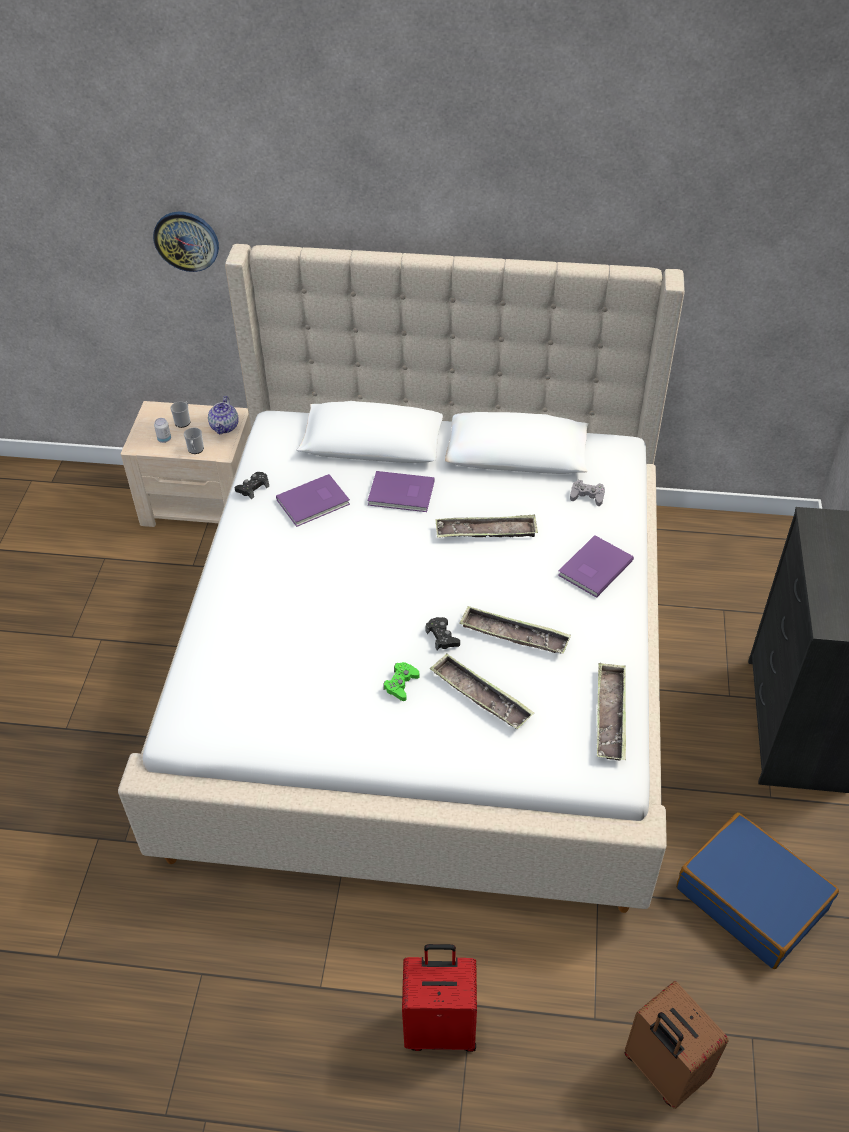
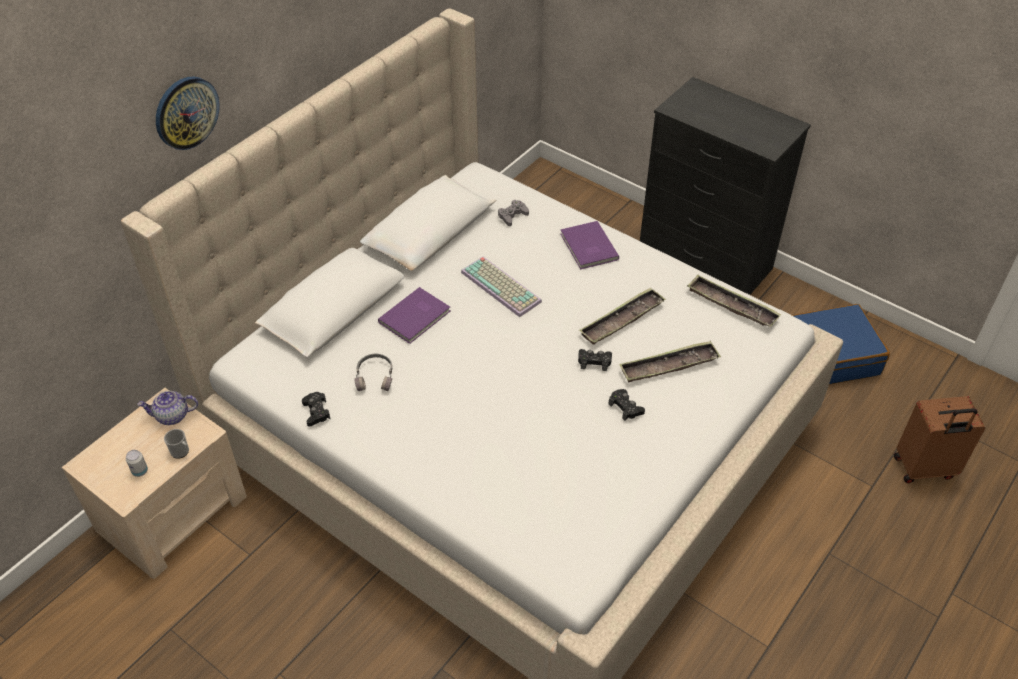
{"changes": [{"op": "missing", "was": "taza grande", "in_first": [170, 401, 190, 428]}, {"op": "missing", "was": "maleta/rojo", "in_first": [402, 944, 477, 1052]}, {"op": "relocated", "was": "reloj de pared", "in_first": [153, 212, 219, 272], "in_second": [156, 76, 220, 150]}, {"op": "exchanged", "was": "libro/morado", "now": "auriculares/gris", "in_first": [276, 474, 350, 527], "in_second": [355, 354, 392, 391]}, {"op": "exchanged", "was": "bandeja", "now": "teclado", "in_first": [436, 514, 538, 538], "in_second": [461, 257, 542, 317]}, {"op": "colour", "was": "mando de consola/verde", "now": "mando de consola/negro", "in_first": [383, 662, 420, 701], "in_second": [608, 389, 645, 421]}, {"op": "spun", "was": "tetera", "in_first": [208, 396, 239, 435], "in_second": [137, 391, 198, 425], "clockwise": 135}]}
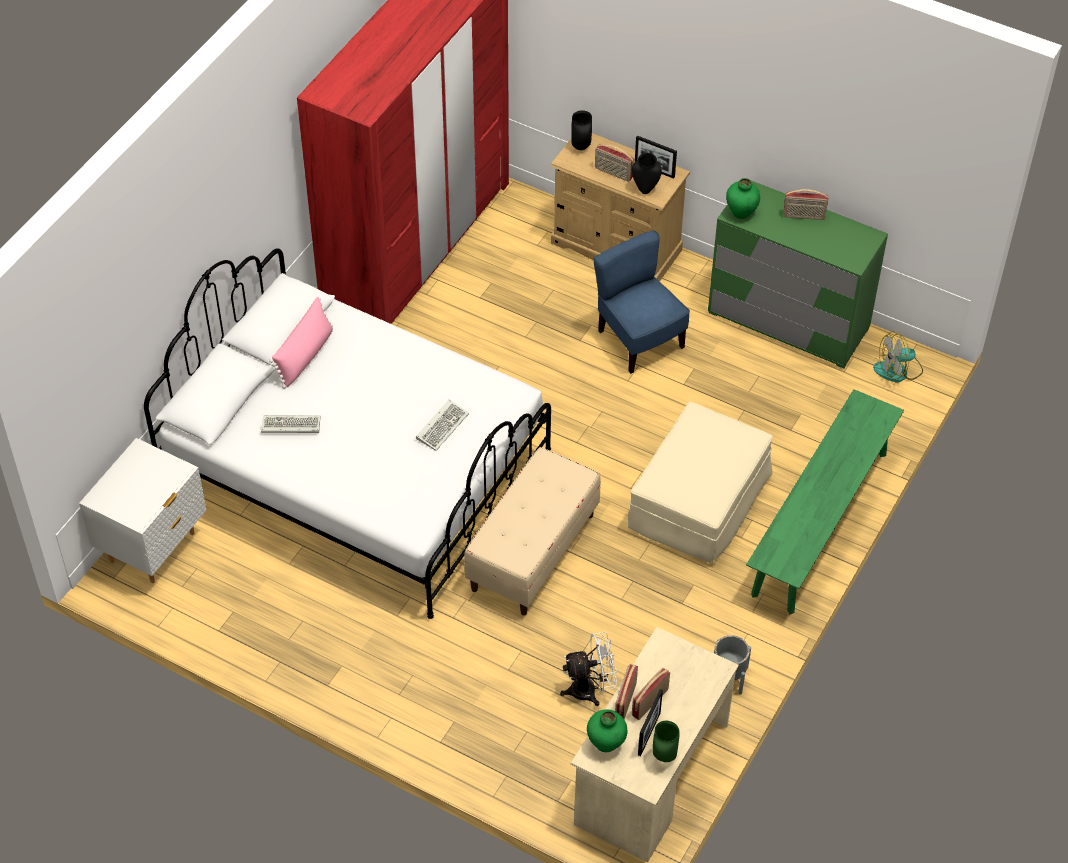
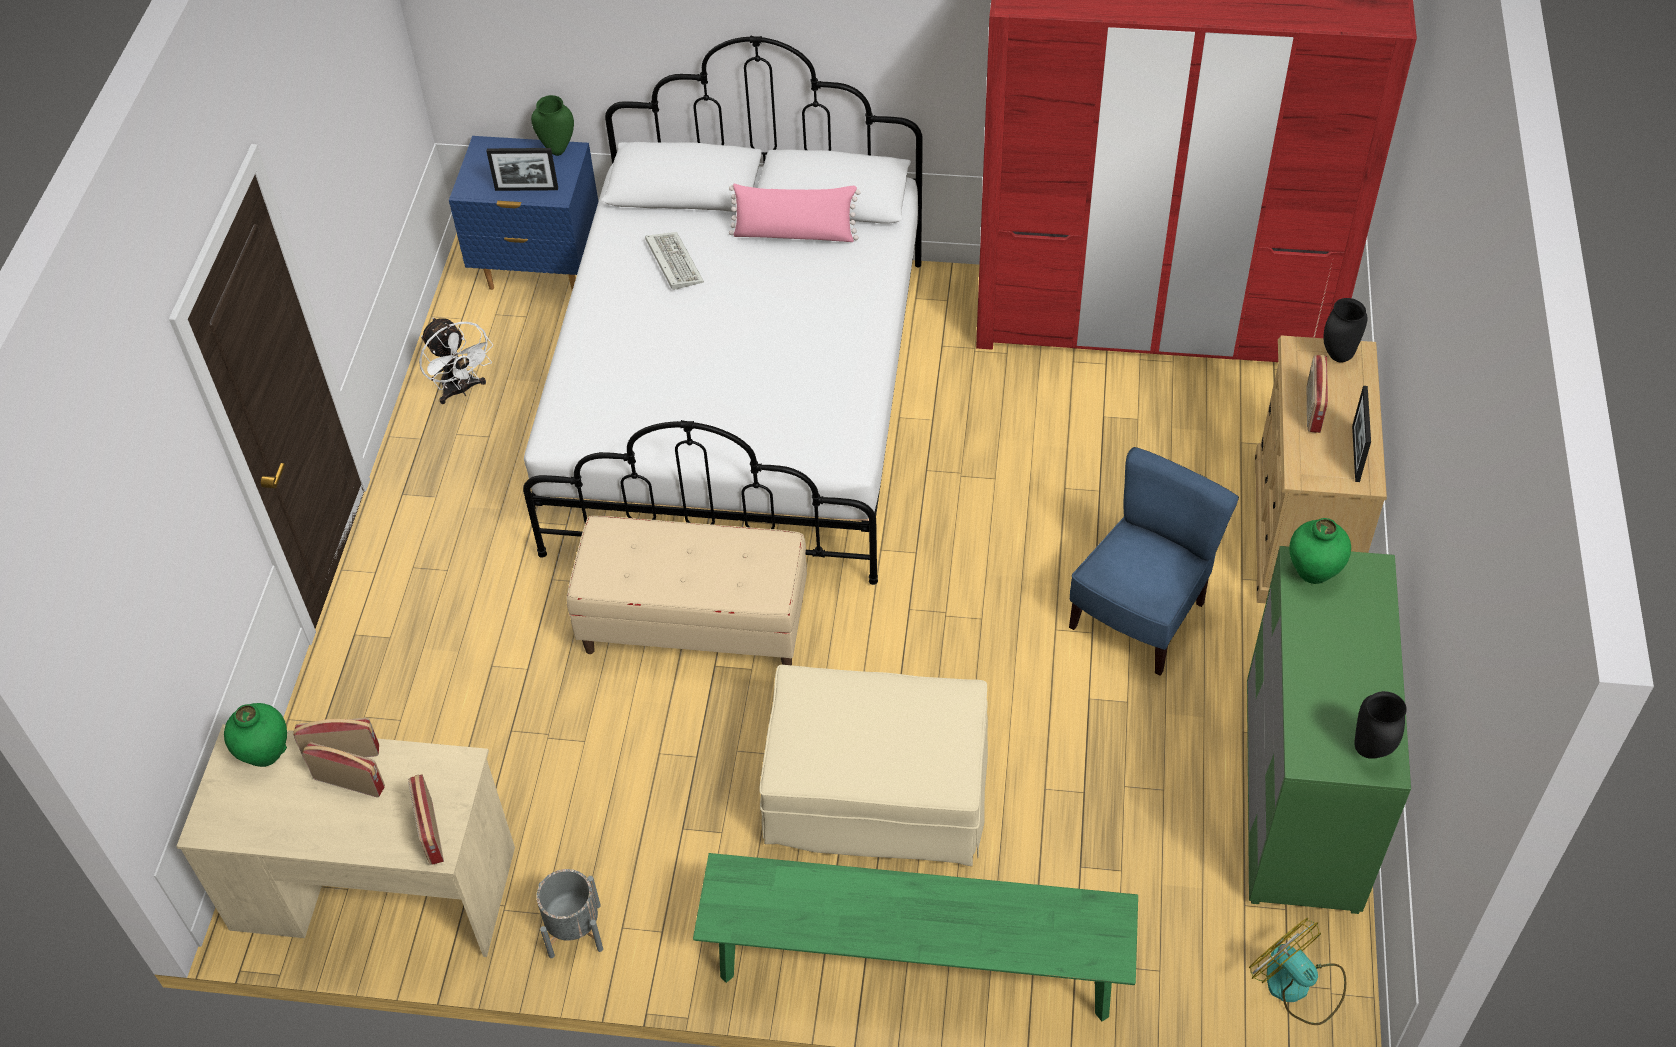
{"changes": [{"op": "missing", "was": "teclado", "in_first": [416, 399, 469, 451]}, {"op": "relocated", "was": "ventilador/blanco", "in_first": [560, 632, 617, 706], "in_second": [419, 317, 493, 404]}, {"op": "relocated", "was": "florero/negro", "in_first": [632, 153, 662, 194], "in_second": [1354, 691, 1407, 759]}, {"op": "relocated", "was": "portarretratos", "in_first": [638, 689, 663, 756], "in_second": [487, 148, 558, 191]}, {"op": "relocated", "was": "florero/verde", "in_first": [653, 721, 680, 762], "in_second": [531, 95, 574, 156]}, {"op": "relocated", "was": "radio", "in_first": [783, 189, 828, 220], "in_second": [408, 774, 444, 865]}, {"op": "colour", "was": "mesita de noche/blanco", "now": "mesita de noche/azul", "in_first": [79, 438, 206, 583], "in_second": [449, 136, 598, 290]}]}
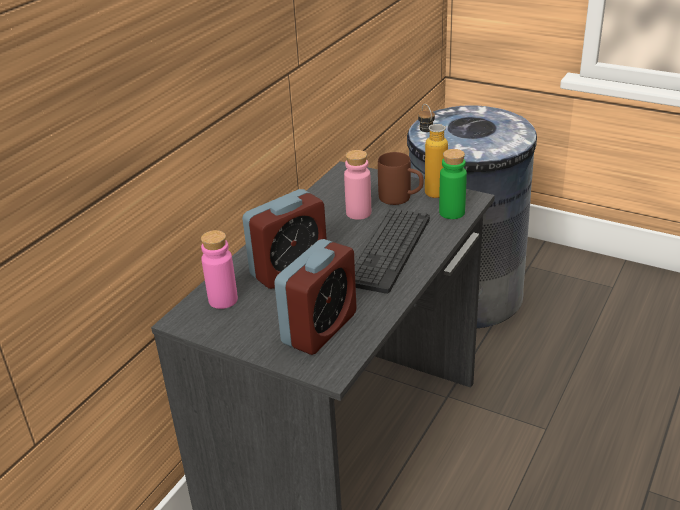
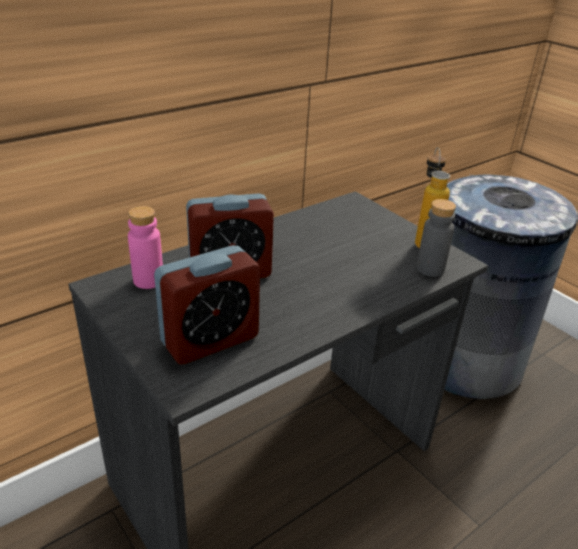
{"changes": [{"op": "missing", "was": "botella/rosa", "in_first": [344, 150, 371, 220]}, {"op": "missing", "was": "teclado", "in_first": [355, 208, 430, 294]}, {"op": "missing", "was": "taza grande/marrón", "in_first": [378, 152, 424, 205]}, {"op": "colour", "was": "botella/verde", "now": "botella/gris", "in_first": [439, 149, 467, 219], "in_second": [416, 199, 456, 277]}]}
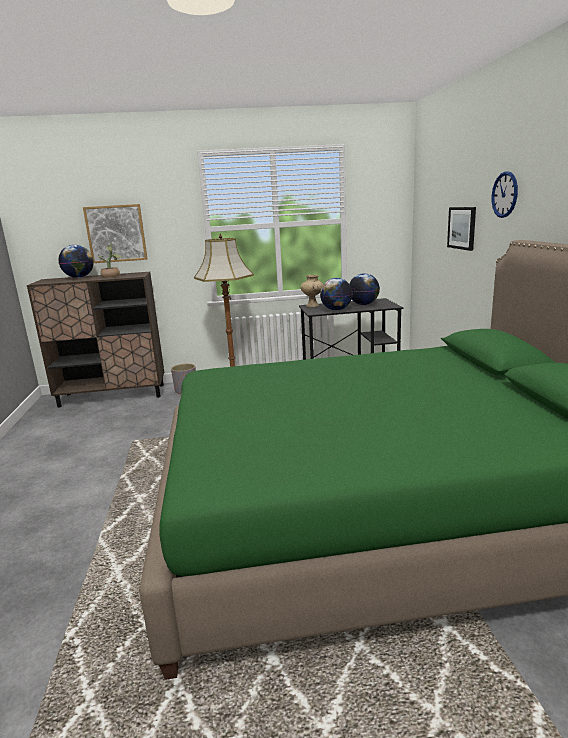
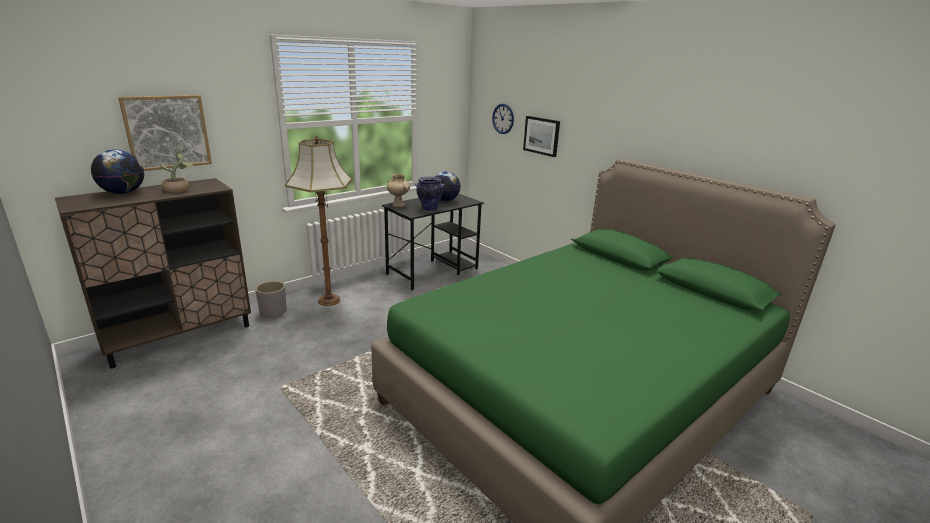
{"changes": [{"op": "relocated", "was": "reloj de pared", "in_first": [492, 171, 518, 218], "in_second": [492, 104, 514, 134]}, {"op": "exchanged", "was": "globo terráqueo", "now": "florero", "in_first": [320, 278, 353, 310], "in_second": [415, 177, 445, 211]}]}
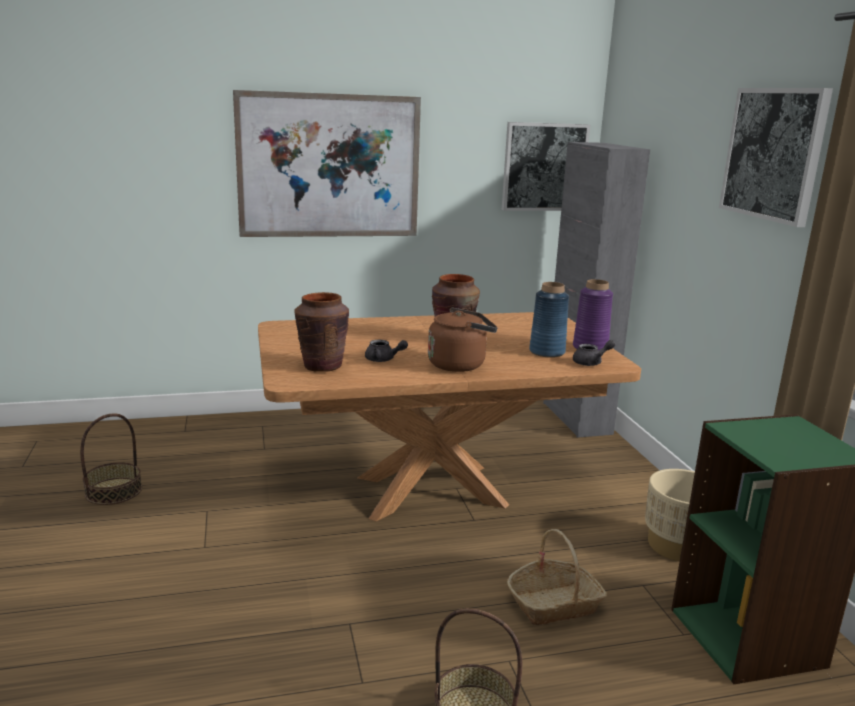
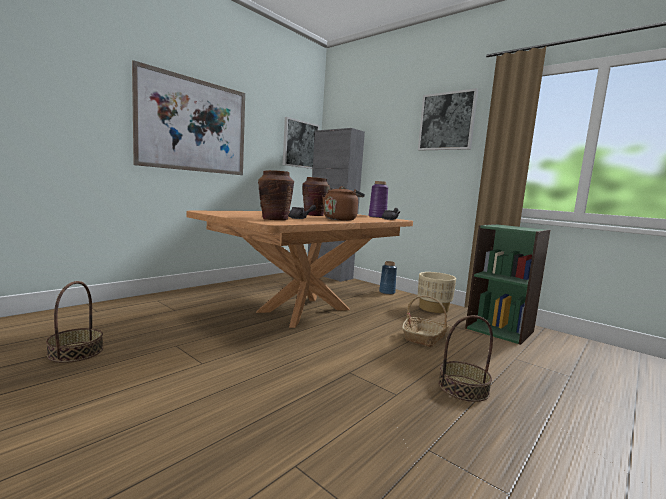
{"changes": [{"op": "relocated", "was": "florero/azul", "in_first": [529, 282, 569, 358], "in_second": [379, 261, 397, 295]}]}
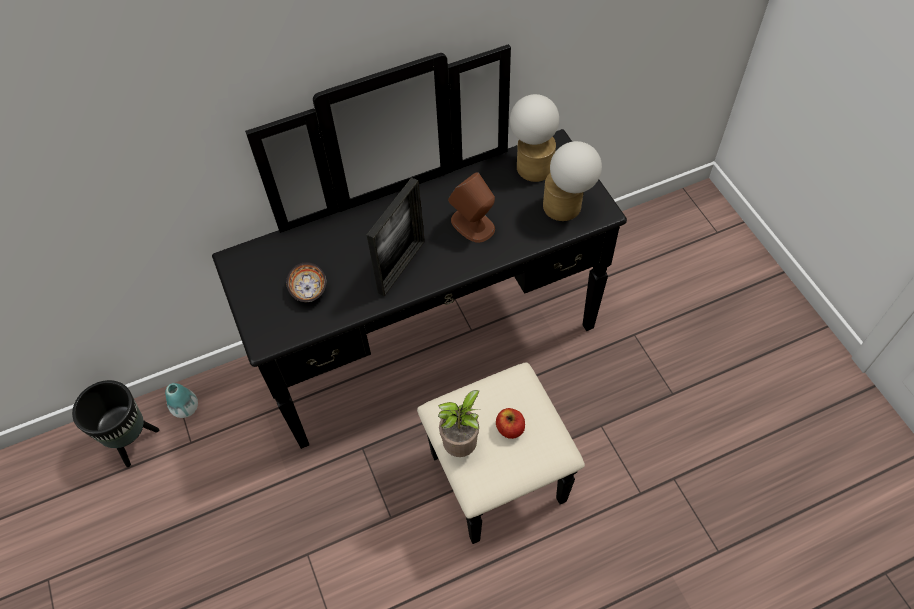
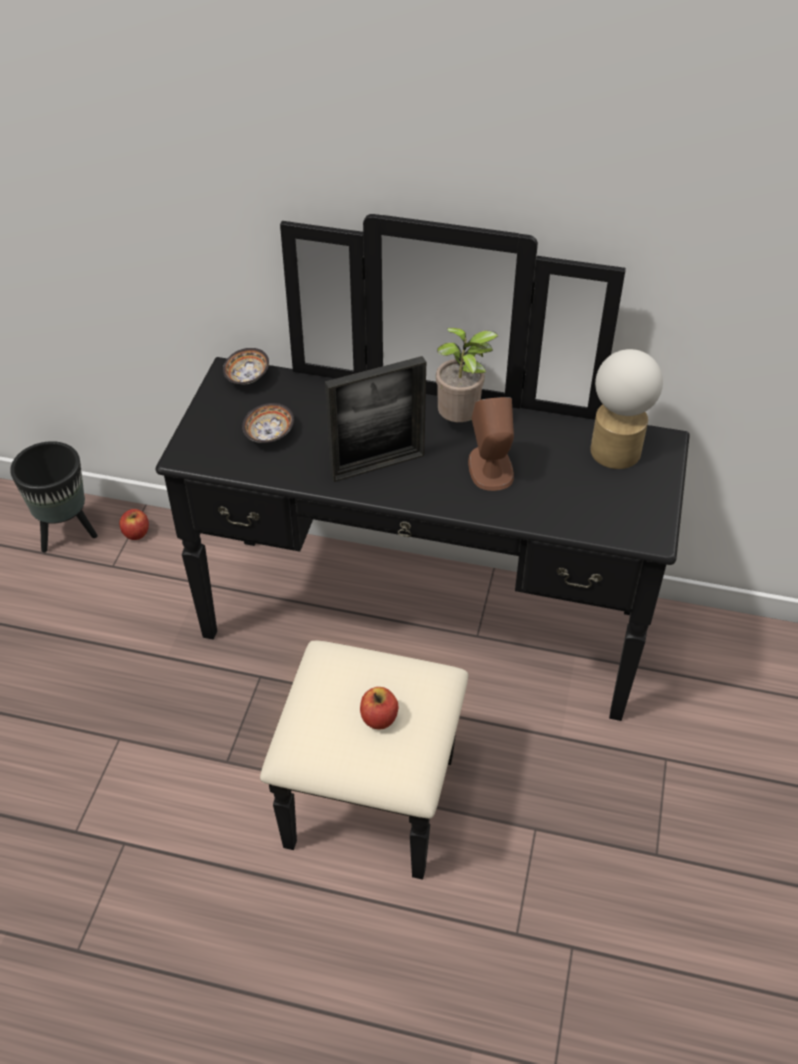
{"changes": [{"op": "missing", "was": "lámpara de mesa", "in_first": [543, 141, 602, 221]}, {"op": "appeared", "now": "cuenco", "in_second": [223, 348, 269, 384]}, {"op": "relocated", "was": "planta en maceta", "in_first": [438, 390, 480, 457], "in_second": [436, 328, 498, 422]}, {"op": "exchanged", "was": "florero", "now": "manzana", "in_first": [165, 383, 198, 418], "in_second": [119, 509, 149, 540]}]}
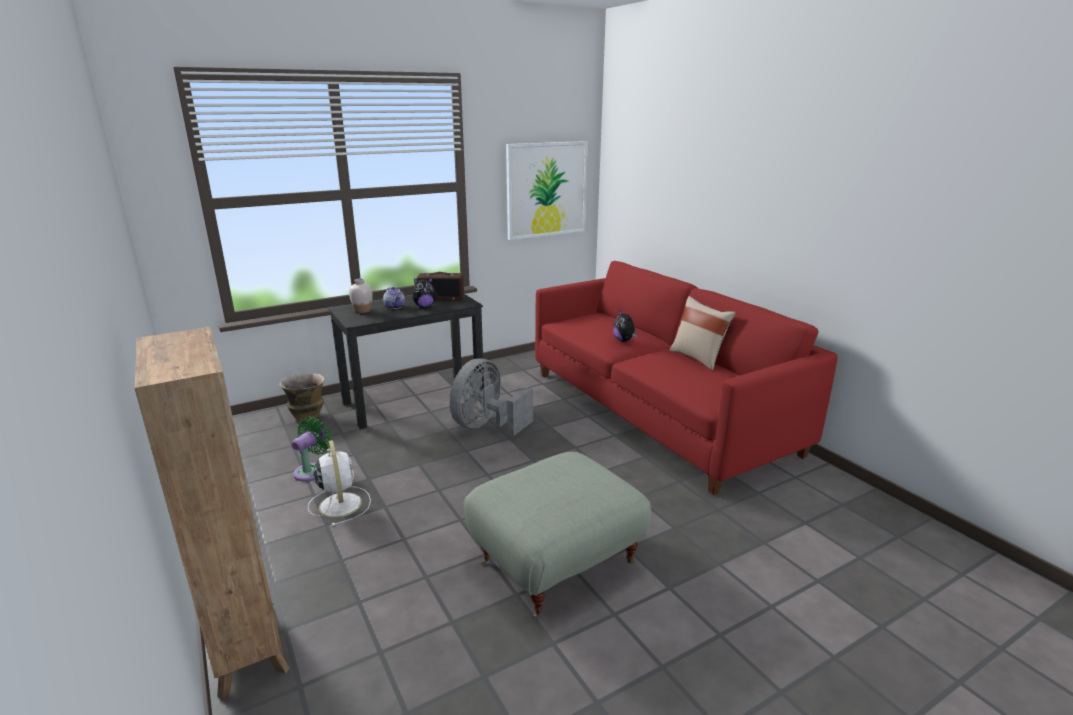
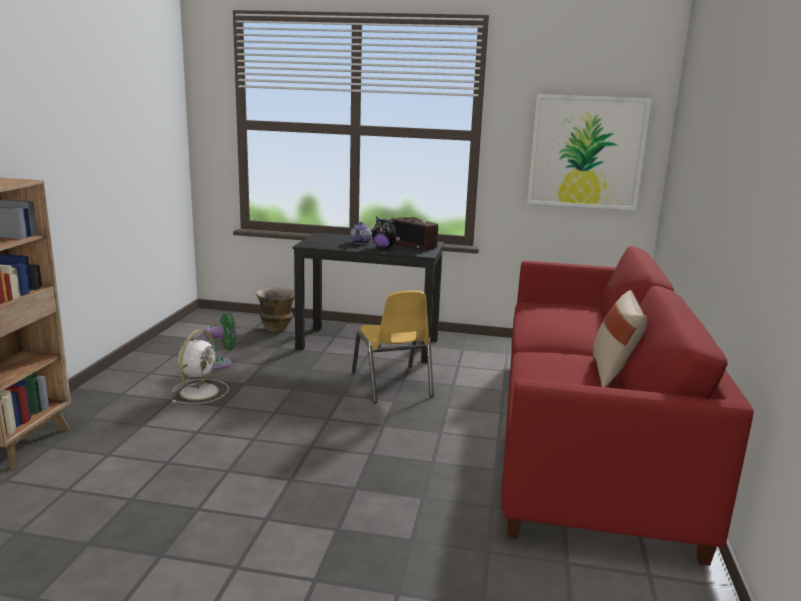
{"changes": [{"op": "missing", "was": "florero/blanco", "in_first": [349, 279, 373, 313]}, {"op": "missing", "was": "puf/gris", "in_first": [463, 452, 651, 619]}, {"op": "missing", "was": "peluche", "in_first": [613, 309, 637, 342]}, {"op": "exchanged", "was": "ventilador/gris", "now": "silla/amarillo", "in_first": [450, 358, 533, 436], "in_second": [352, 291, 434, 403]}]}
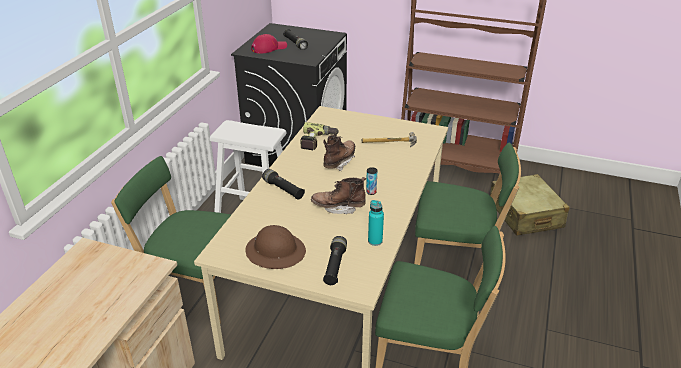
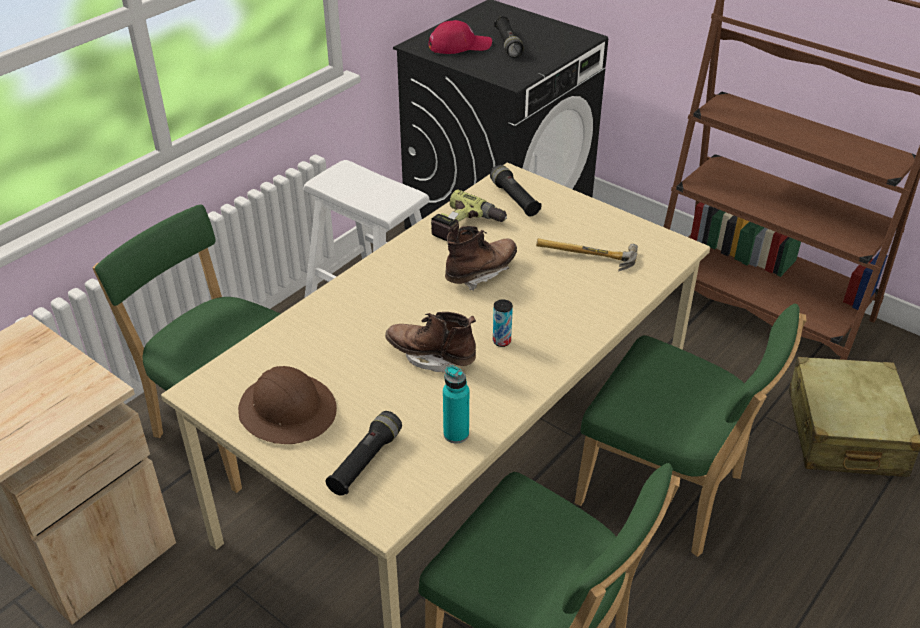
{"changes": [{"op": "relocated", "was": "linterna/negro", "in_first": [262, 169, 305, 200], "in_second": [490, 165, 541, 216]}]}
